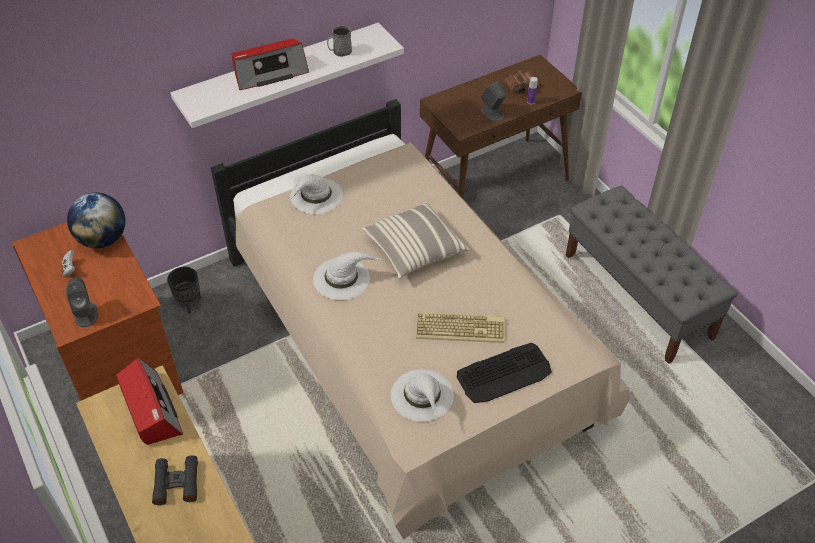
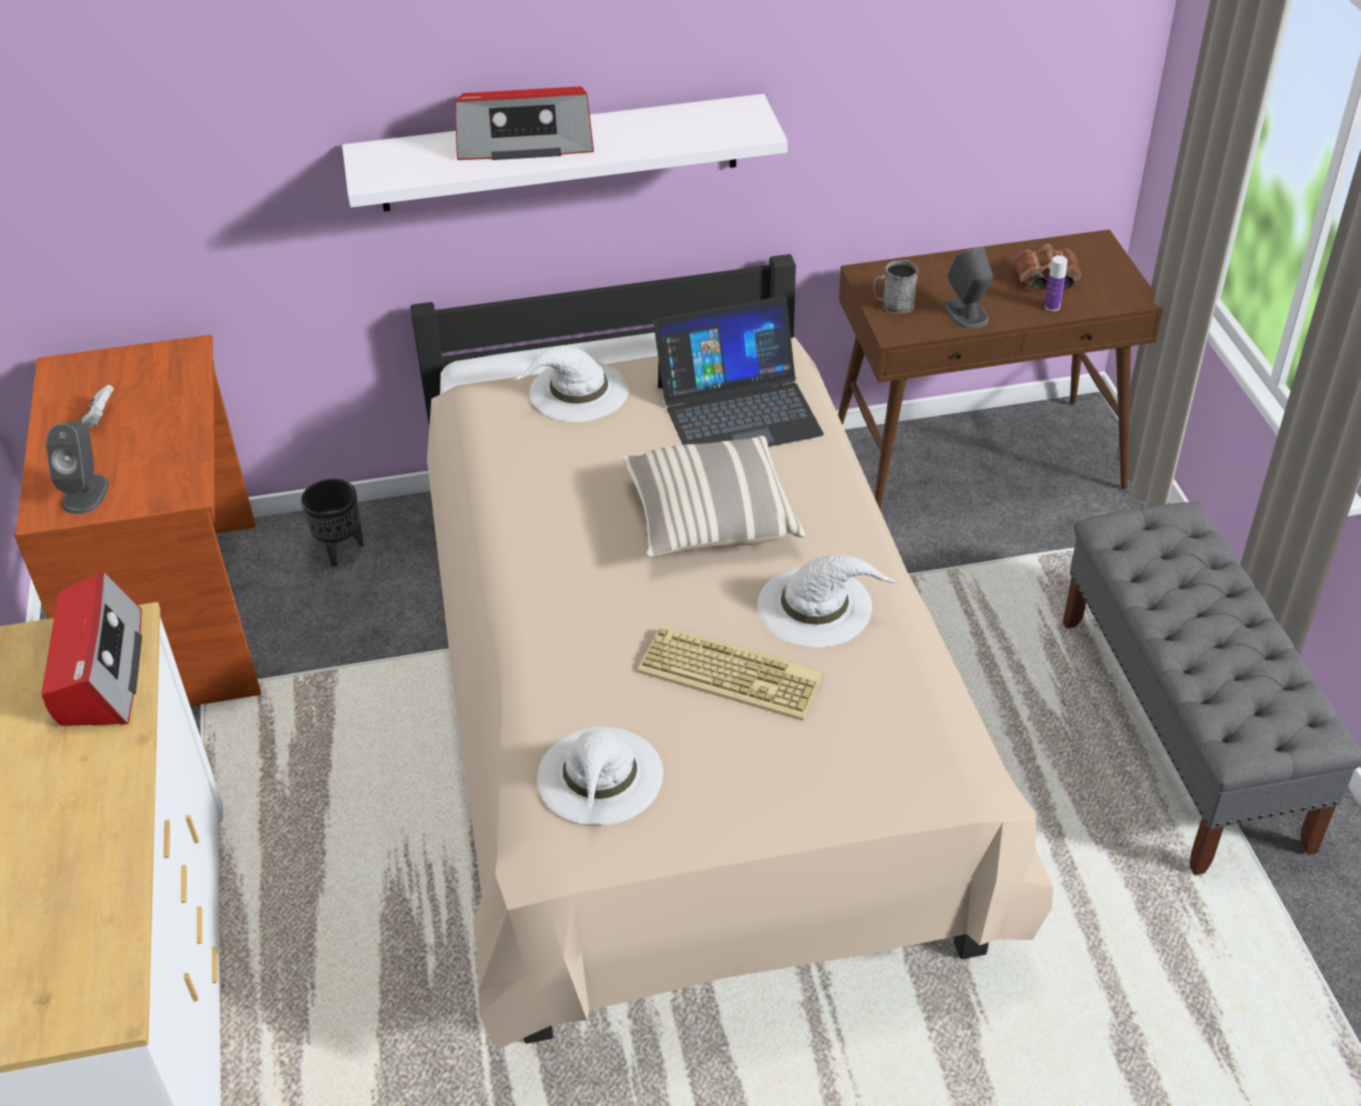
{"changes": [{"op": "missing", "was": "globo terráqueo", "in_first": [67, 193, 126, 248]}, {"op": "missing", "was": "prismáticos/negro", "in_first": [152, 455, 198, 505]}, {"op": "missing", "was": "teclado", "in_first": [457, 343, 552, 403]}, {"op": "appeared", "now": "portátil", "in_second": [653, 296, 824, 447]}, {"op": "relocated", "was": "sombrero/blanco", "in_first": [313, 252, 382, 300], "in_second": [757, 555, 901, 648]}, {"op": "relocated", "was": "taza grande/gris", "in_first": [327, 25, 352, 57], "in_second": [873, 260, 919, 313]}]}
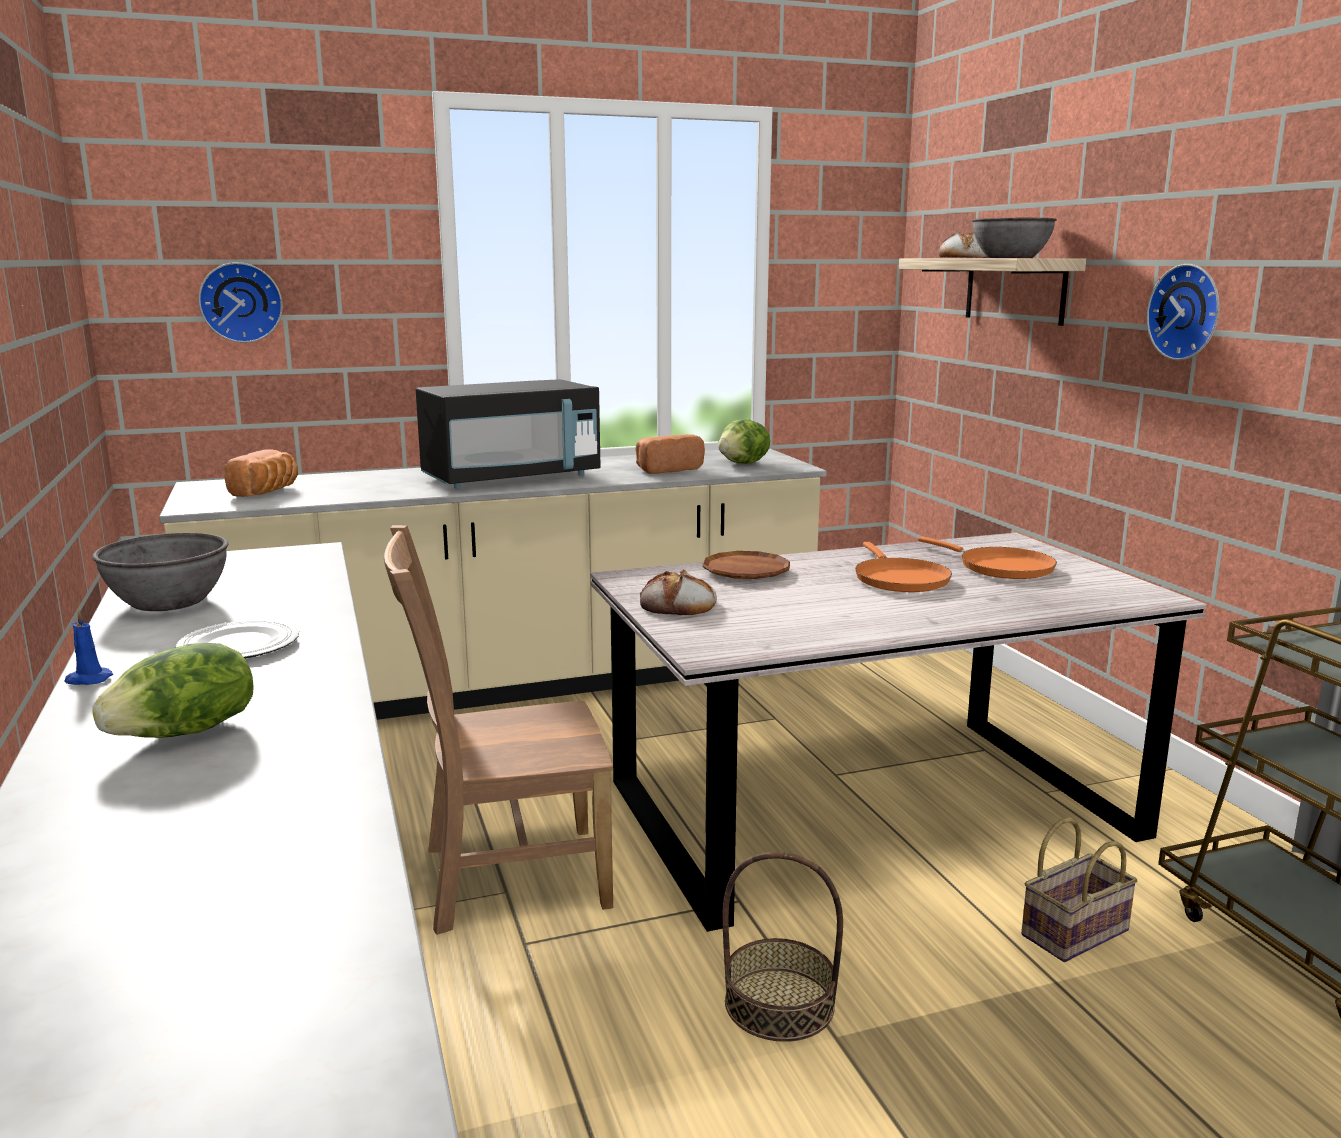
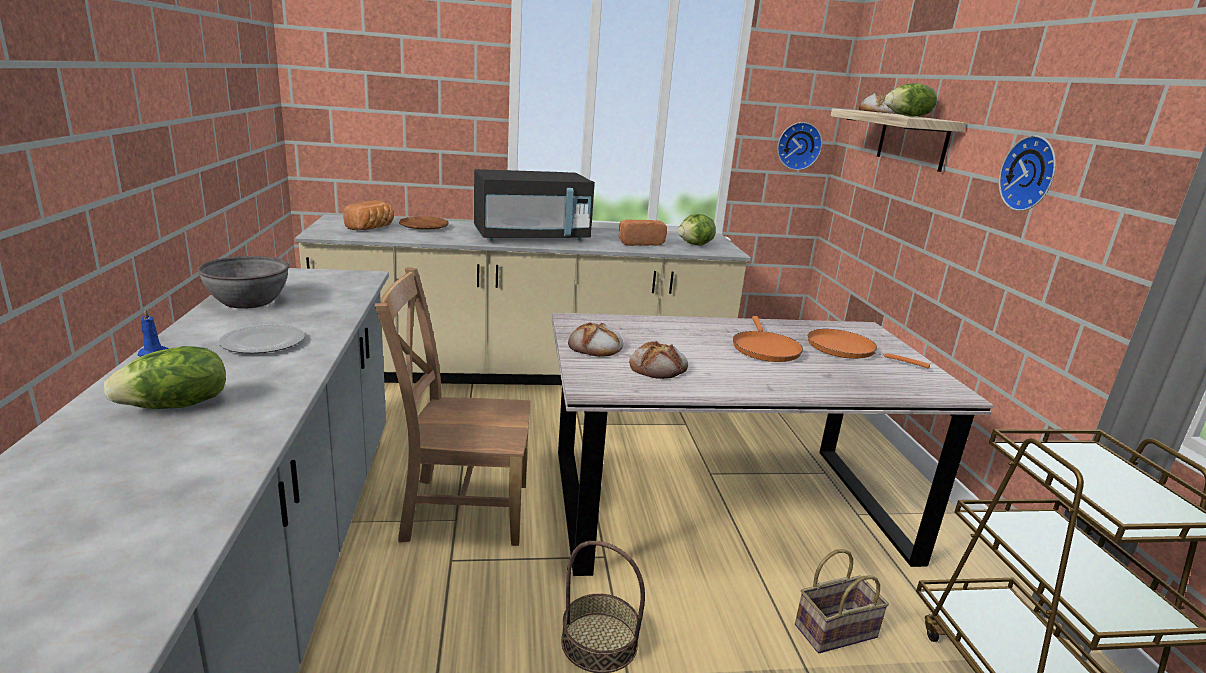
{"changes": [{"op": "appeared", "now": "pan", "in_second": [629, 341, 688, 379]}, {"op": "relocated", "was": "reloj de pared", "in_first": [198, 262, 283, 343], "in_second": [777, 122, 822, 170]}, {"op": "relocated", "was": "plato/marrón", "in_first": [702, 551, 790, 579], "in_second": [399, 216, 448, 230]}, {"op": "exchanged", "was": "cuenco/gris", "now": "lechuga", "in_first": [972, 218, 1057, 258], "in_second": [885, 83, 937, 117]}, {"op": "spun", "was": "sartén/naranja", "in_first": [918, 537, 1057, 579], "in_second": [808, 329, 930, 368], "clockwise": 150}]}
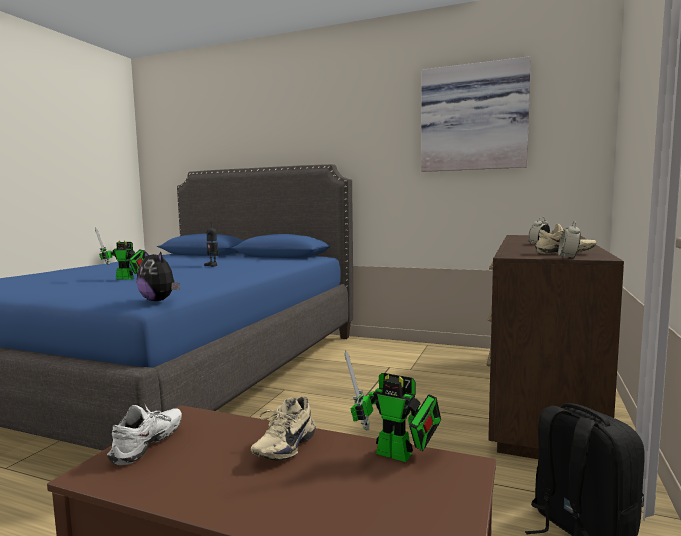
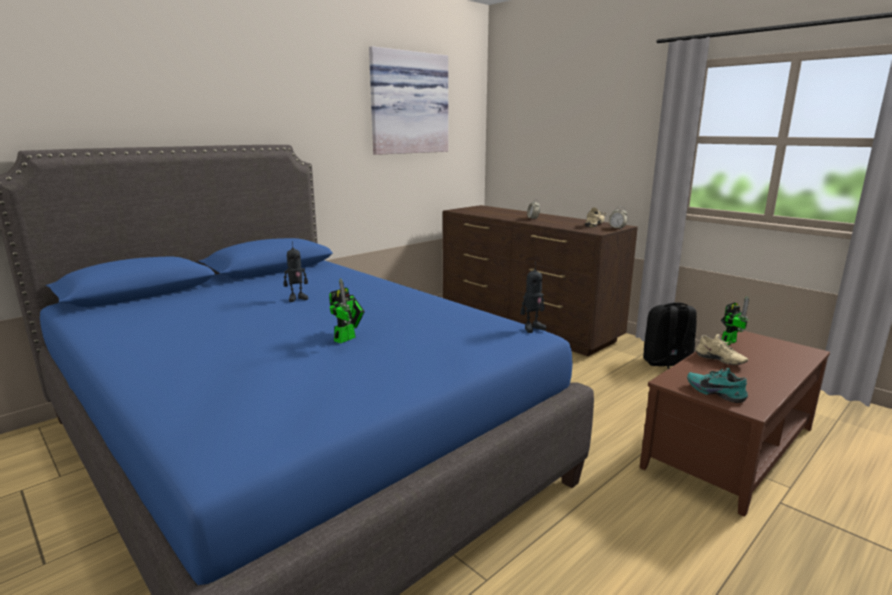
{"changes": [{"op": "exchanged", "was": "peluche", "now": "robot de juguete", "in_first": [137, 250, 180, 301], "in_second": [520, 262, 546, 333]}, {"op": "colour", "was": "zapato/blanco", "now": "zapato/turquesa", "in_first": [107, 403, 182, 465], "in_second": [687, 368, 748, 403]}]}
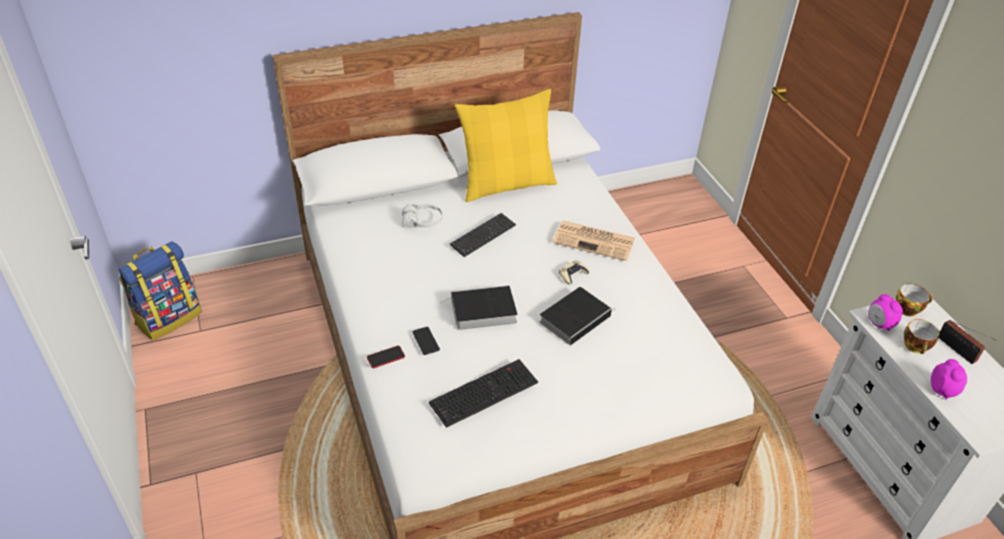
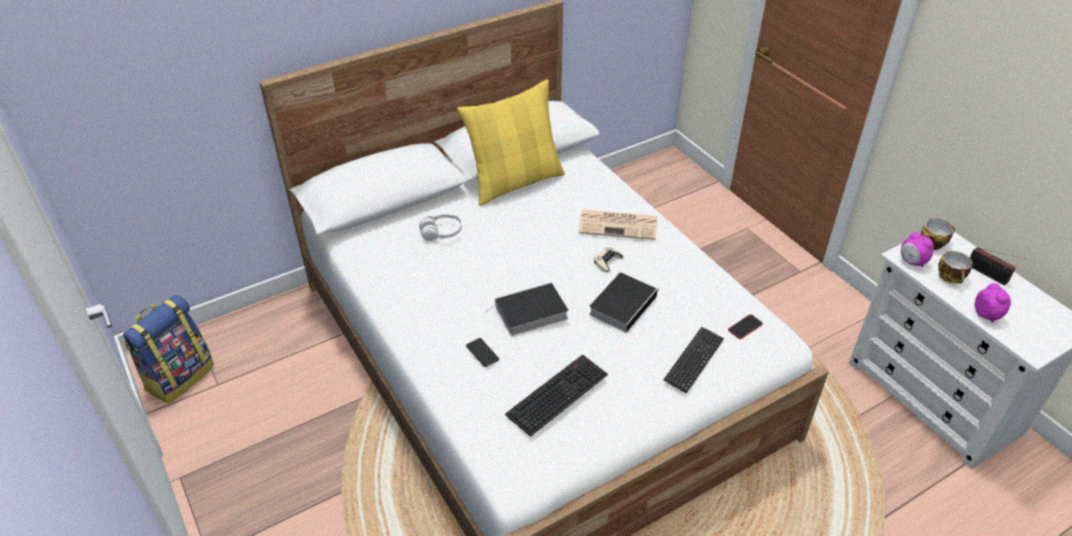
{"changes": [{"op": "relocated", "was": "móvil", "in_first": [367, 346, 405, 368], "in_second": [728, 314, 763, 339]}, {"op": "relocated", "was": "teclado", "in_first": [450, 213, 516, 257], "in_second": [663, 327, 724, 394]}]}
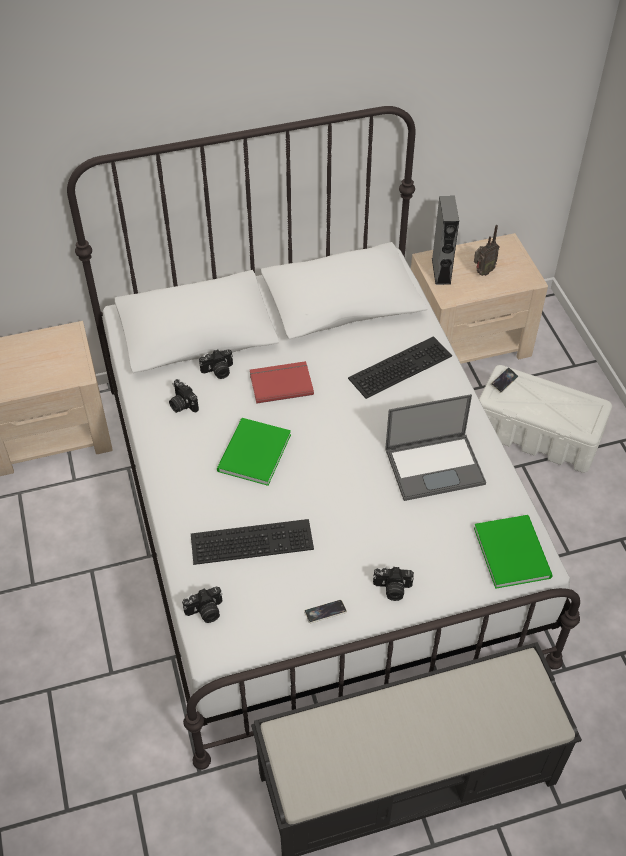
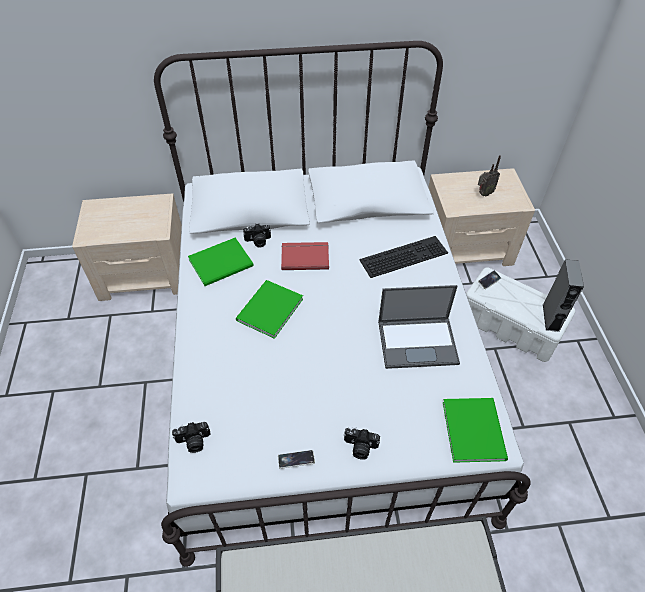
{"changes": [{"op": "missing", "was": "teclado", "in_first": [191, 519, 314, 565]}, {"op": "relocated", "was": "altavoz/gris", "in_first": [432, 196, 459, 285], "in_second": [543, 259, 584, 332]}, {"op": "exchanged", "was": "cámara", "now": "libro/verde", "in_first": [169, 379, 199, 413], "in_second": [188, 237, 254, 286]}]}
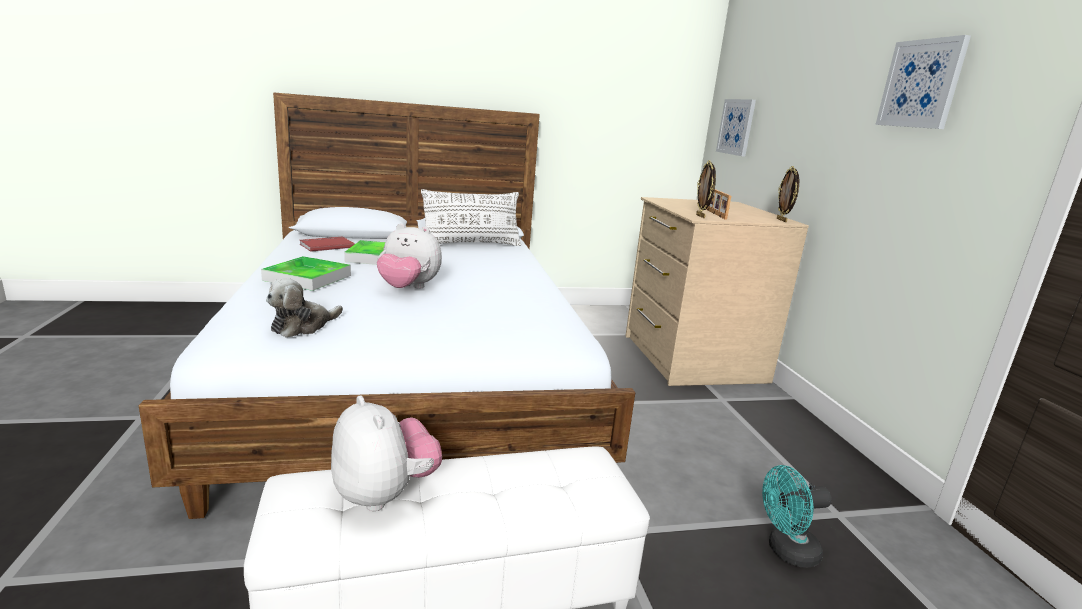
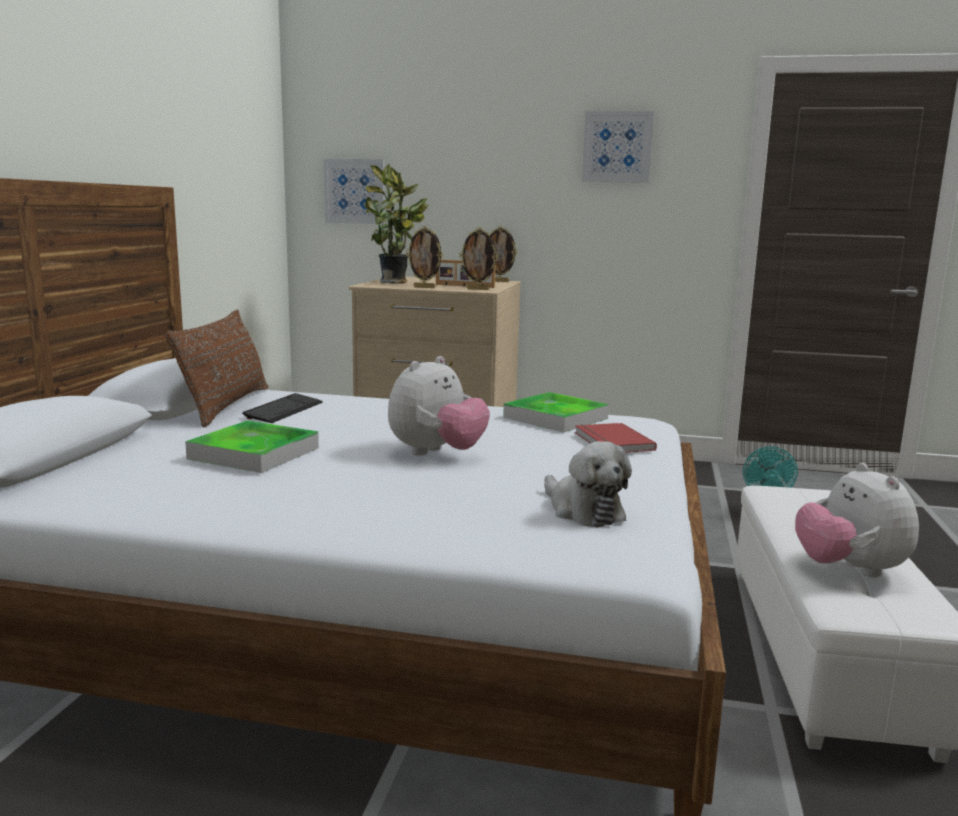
{"changes": [{"op": "appeared", "now": "teclado", "in_second": [242, 393, 323, 423]}, {"op": "appeared", "now": "planta en maceta", "in_second": [364, 163, 429, 284]}, {"op": "appeared", "now": "portarretratos", "in_second": [406, 226, 443, 288]}, {"op": "relocated", "was": "bandeja", "in_first": [261, 256, 351, 291], "in_second": [503, 392, 609, 432]}, {"op": "relocated", "was": "libro/rojo", "in_first": [300, 237, 355, 252], "in_second": [575, 423, 657, 453]}, {"op": "colour", "was": "cojín/blanco", "now": "cojín/marrón", "in_first": [421, 189, 521, 246], "in_second": [165, 309, 269, 427]}, {"op": "spun", "was": "peluche", "in_first": [331, 395, 442, 511], "in_second": [795, 463, 919, 577], "clockwise": -90}]}
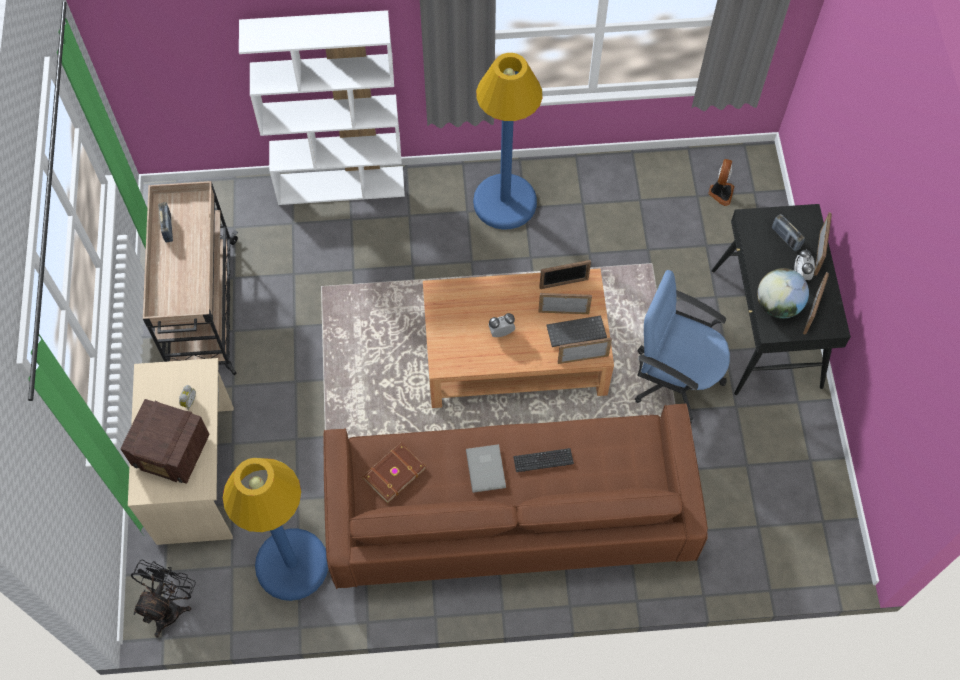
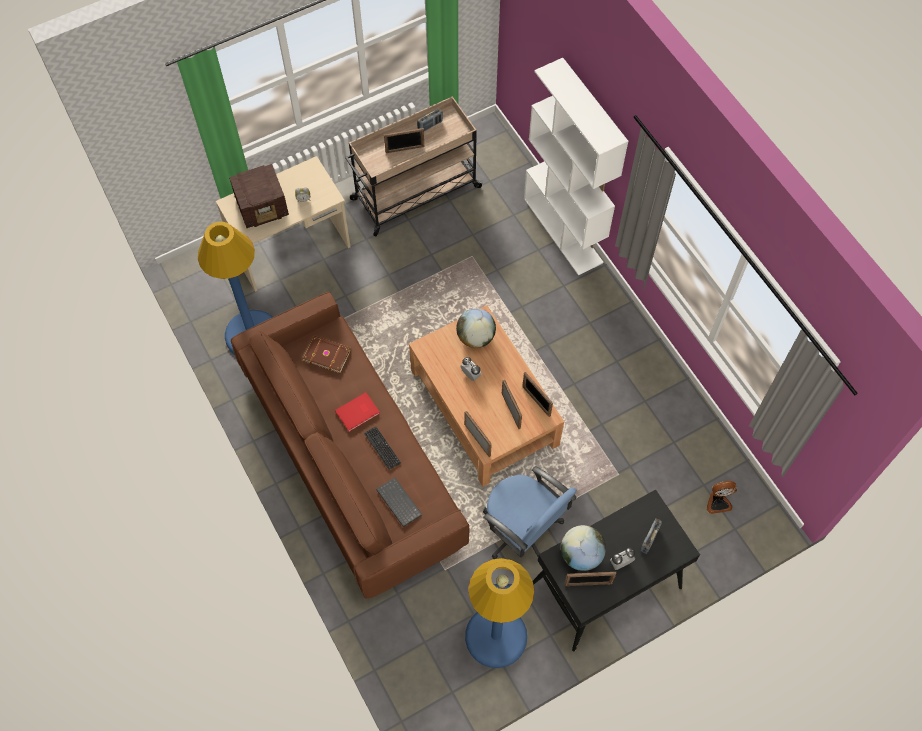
{"changes": [{"op": "missing", "was": "ventilador/negro", "in_first": [131, 560, 196, 637]}, {"op": "appeared", "now": "globo terráqueo", "in_second": [456, 308, 496, 348]}, {"op": "relocated", "was": "lámpara de pie/azul", "in_first": [473, 53, 543, 229], "in_second": [465, 558, 534, 668]}, {"op": "relocated", "was": "teclado", "in_first": [546, 316, 607, 347], "in_second": [376, 478, 422, 527]}, {"op": "relocated", "was": "portarretratos", "in_first": [814, 212, 832, 276], "in_second": [384, 128, 424, 153]}, {"op": "colour", "was": "libro/gris", "now": "libro/rojo", "in_first": [466, 444, 506, 493], "in_second": [335, 392, 380, 432]}, {"op": "spun", "was": "radio", "in_first": [120, 399, 210, 484], "in_second": [229, 164, 289, 228], "clockwise": -105}, {"op": "spun", "was": "silla de oficina/azul", "in_first": [635, 270, 730, 423], "in_second": [483, 466, 577, 559], "clockwise": 135}]}
